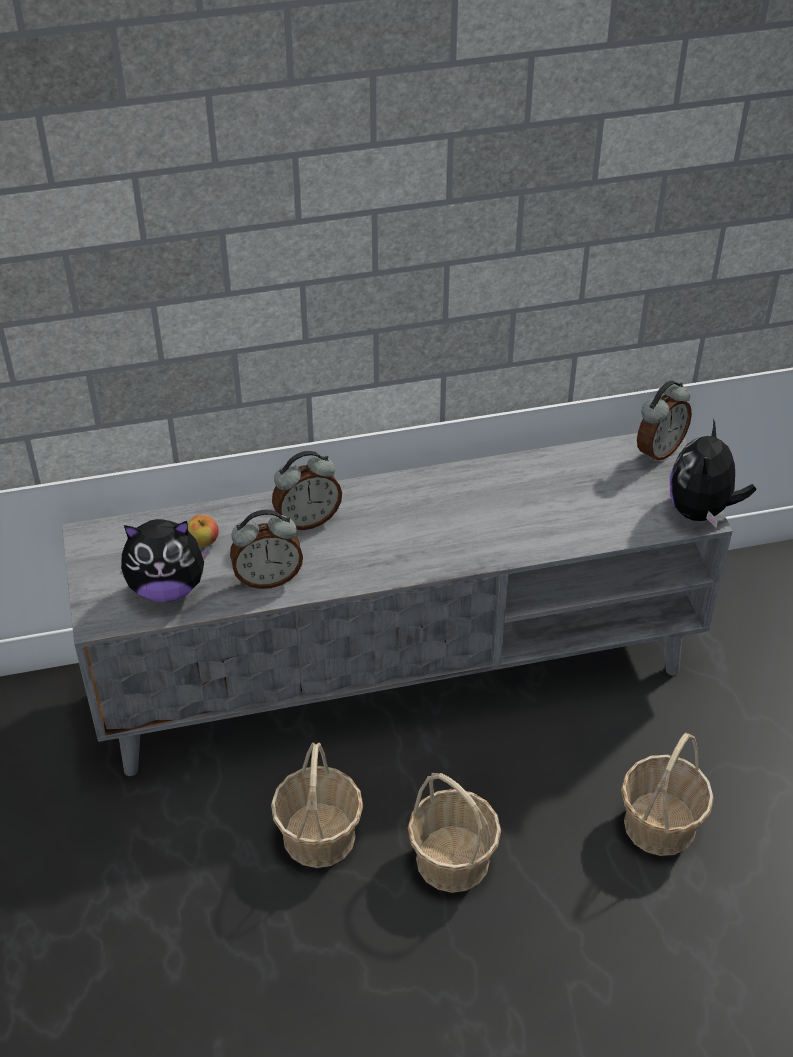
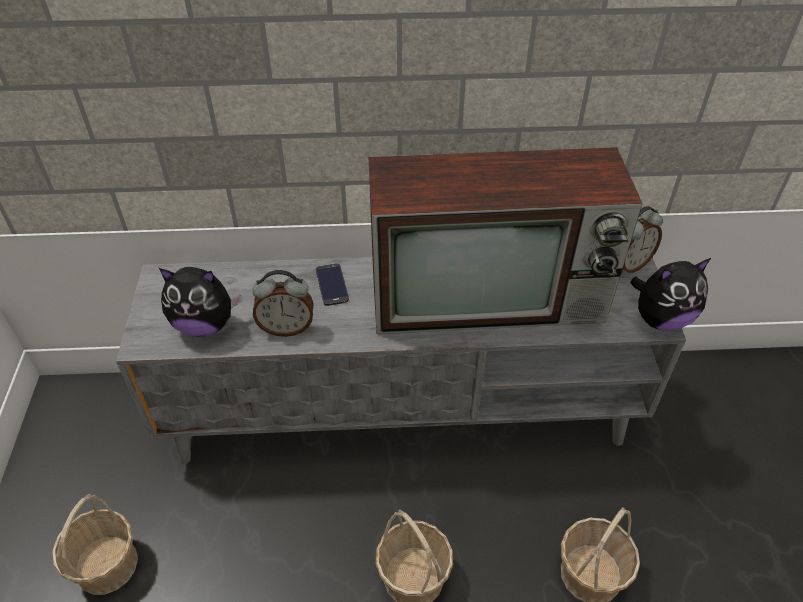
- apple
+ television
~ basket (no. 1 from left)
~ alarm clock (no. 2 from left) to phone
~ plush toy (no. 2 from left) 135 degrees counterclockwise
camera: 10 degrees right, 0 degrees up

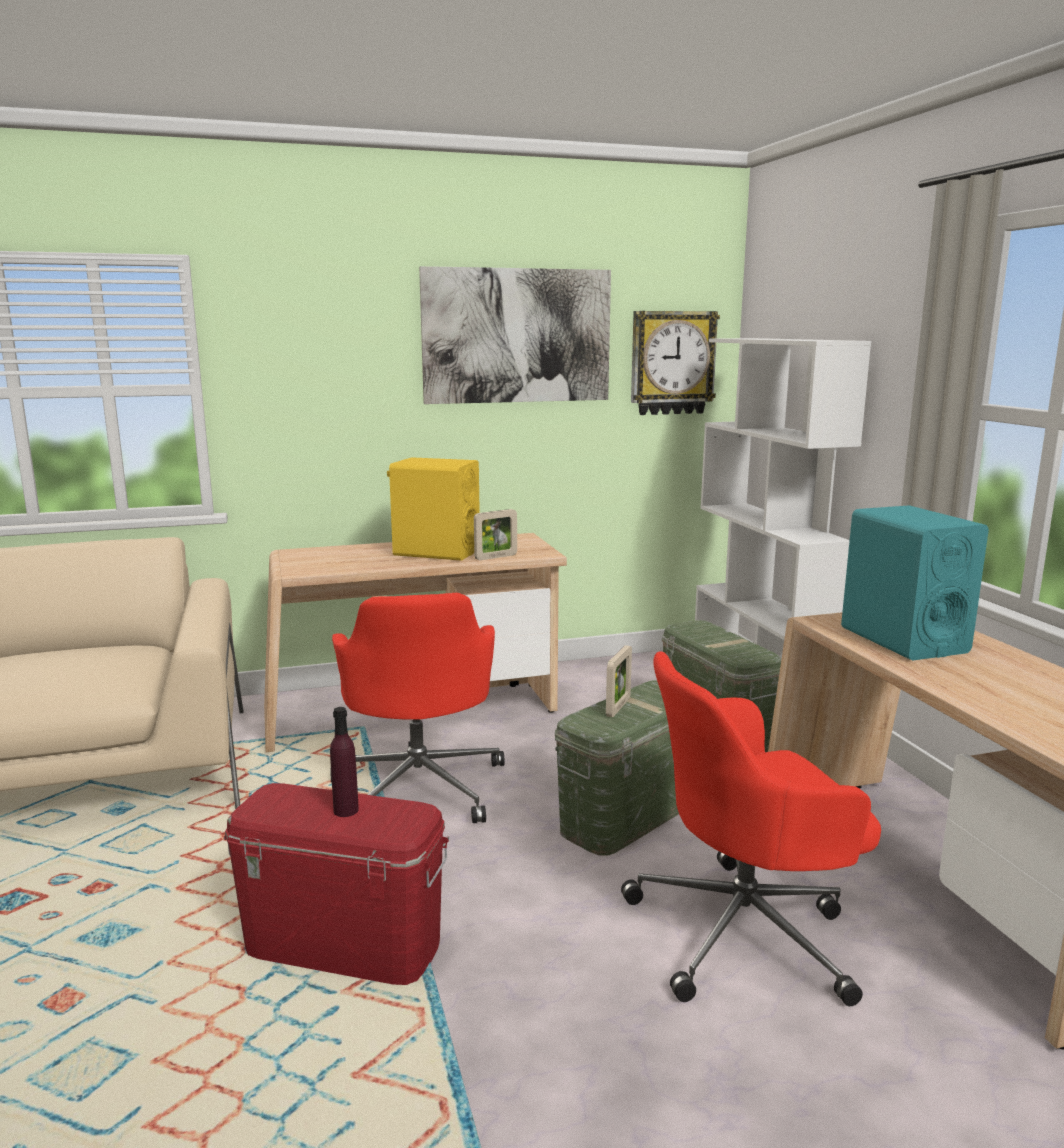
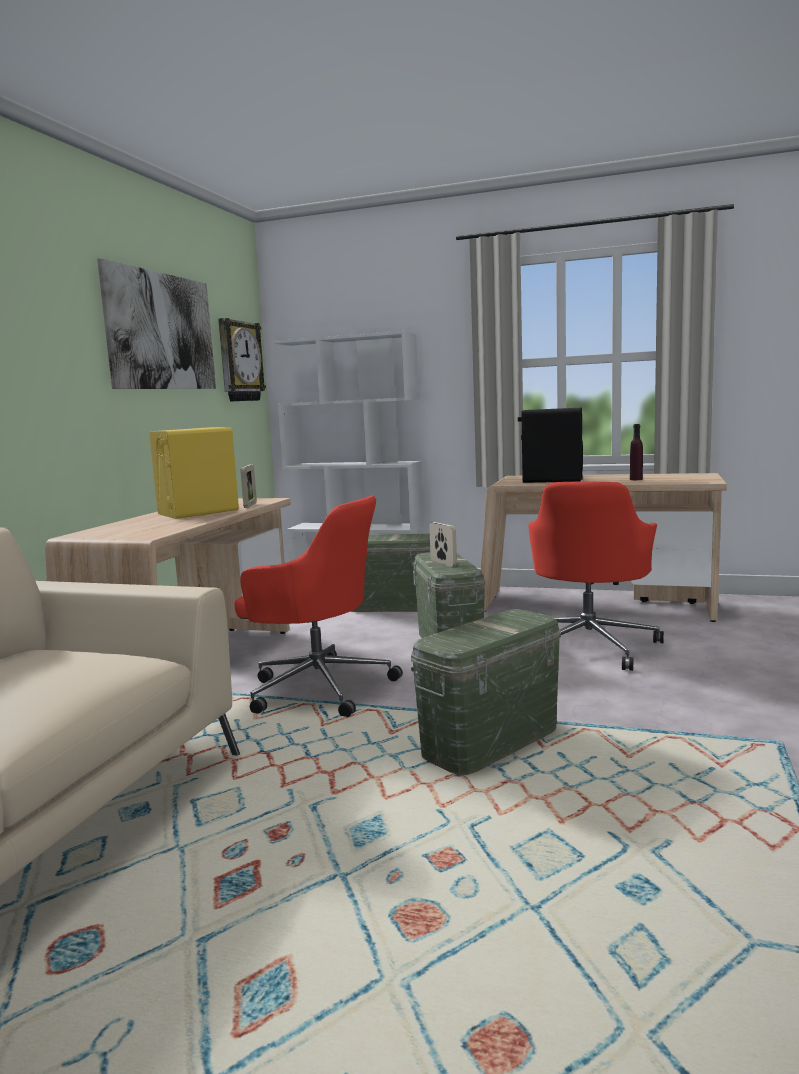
~ purple bottle
~ red storage box to green storage box (no. 3 from left)
~ turquoise speaker to black speaker
camera: 55 degrees left, 5 degrees down

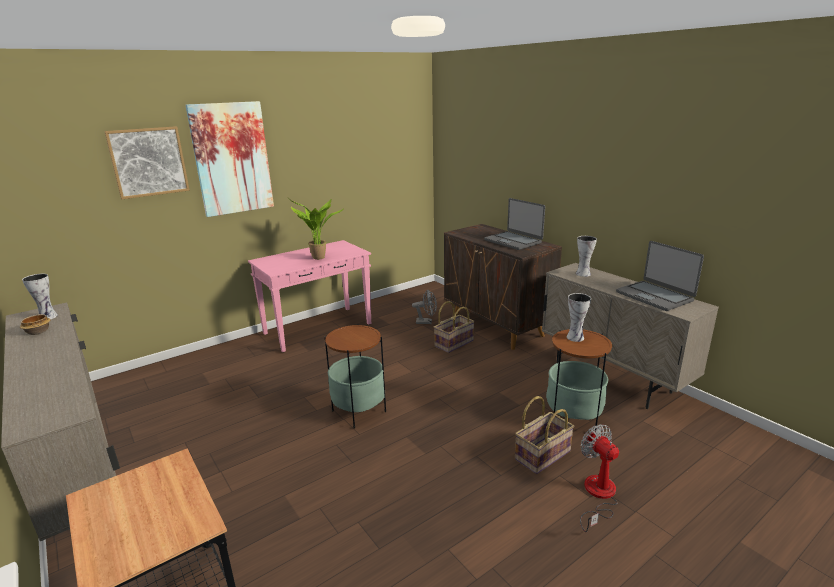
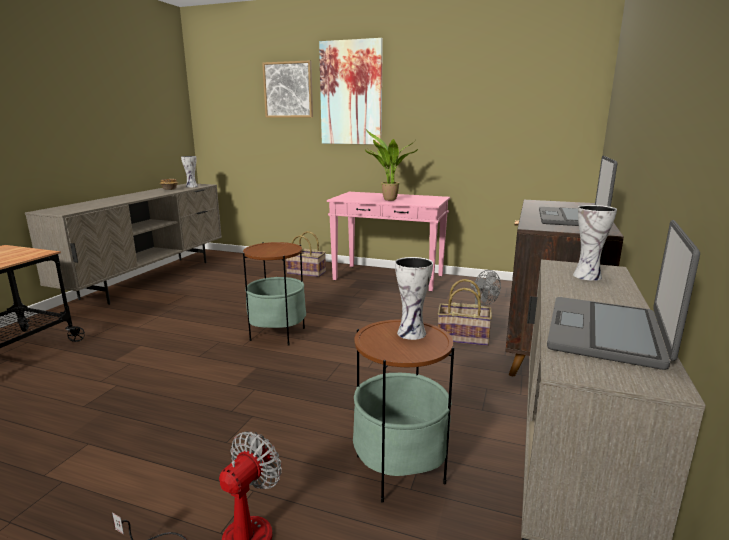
~ basket (no. 2 from left in the first image) to basket (no. 1 from left)
camera: 55 degrees right, 5 degrees down

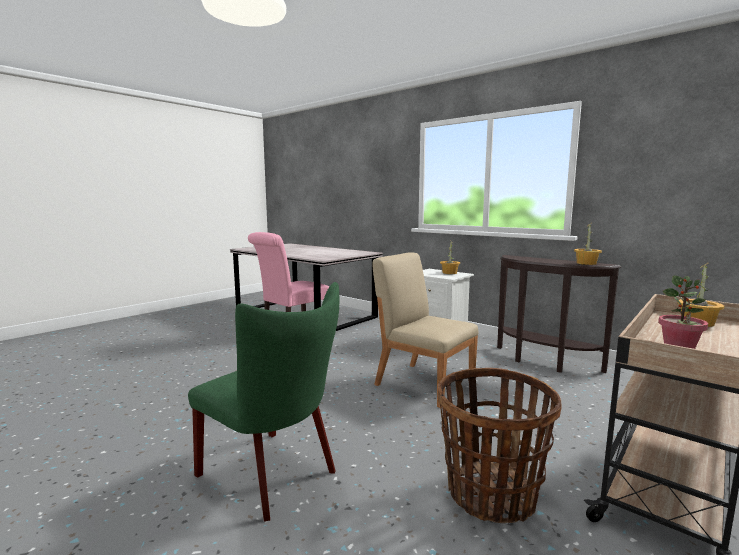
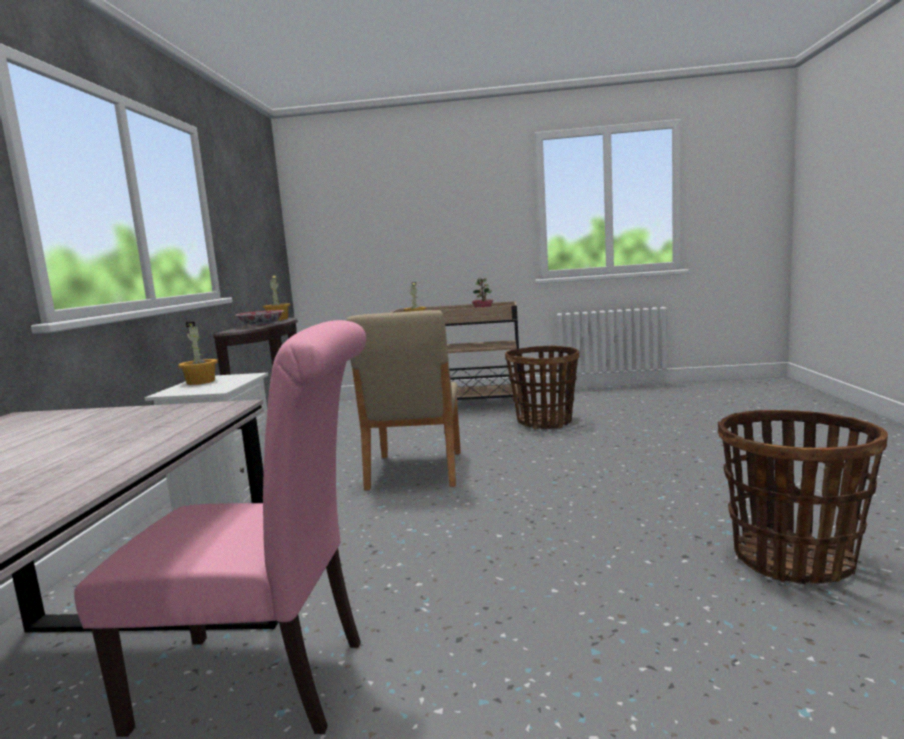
- green chair
+ bowl
+ basket (no. 2 from left)
camera: 125 degrees left, 0 degrees up

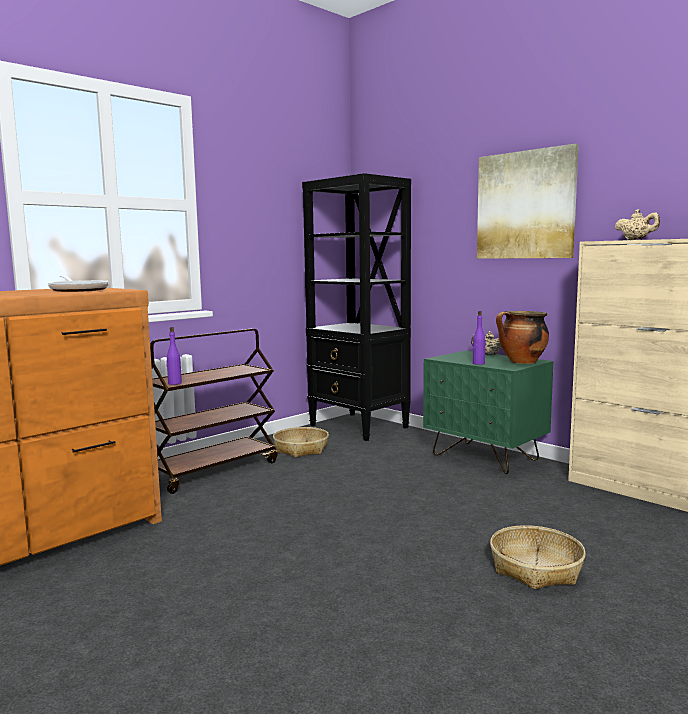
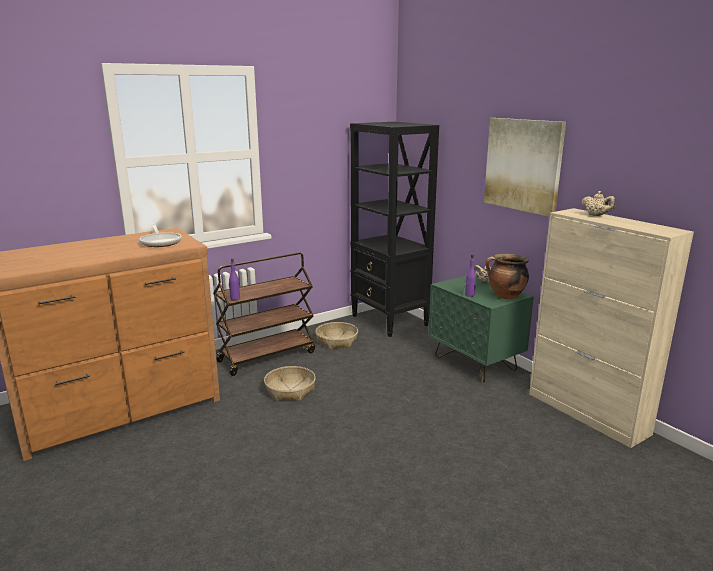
~ basket (no. 2 from left in the first image) to basket (no. 1 from left)
camera: 10 degrees right, 10 degrees up

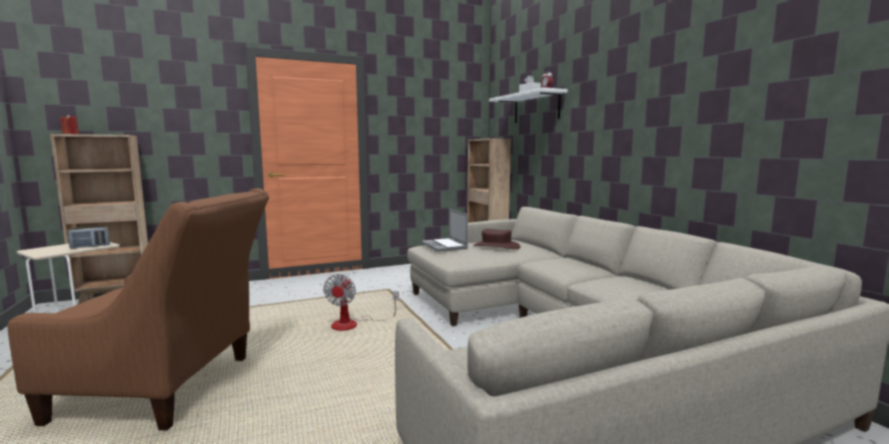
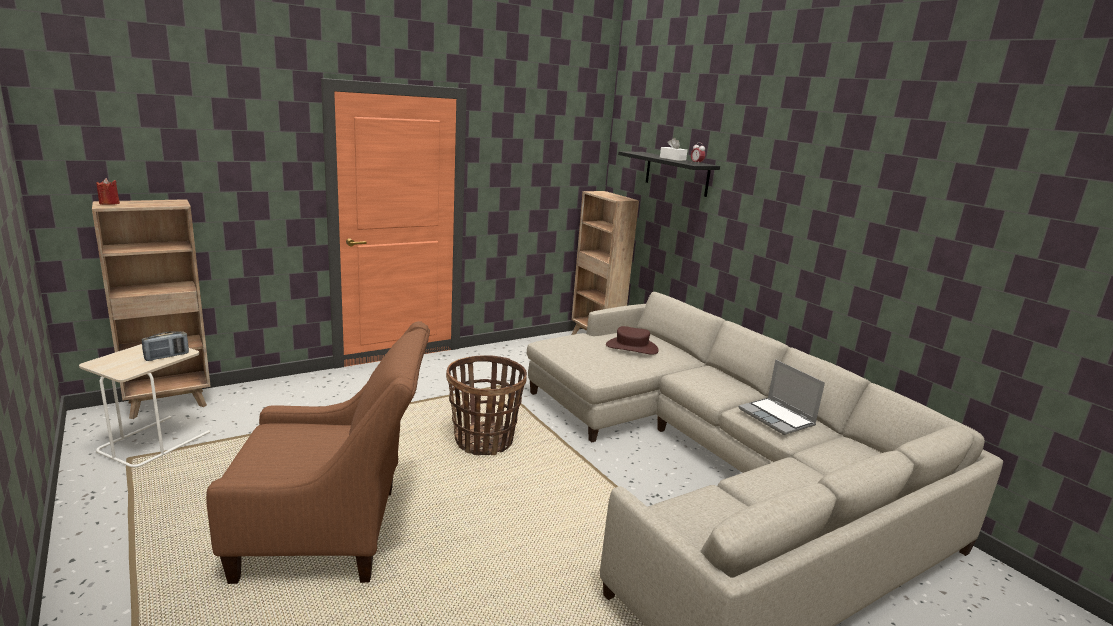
~ laptop
~ fan to basket
~ white shelf to black shelf
camera: 10 degrees left, 10 degrees up

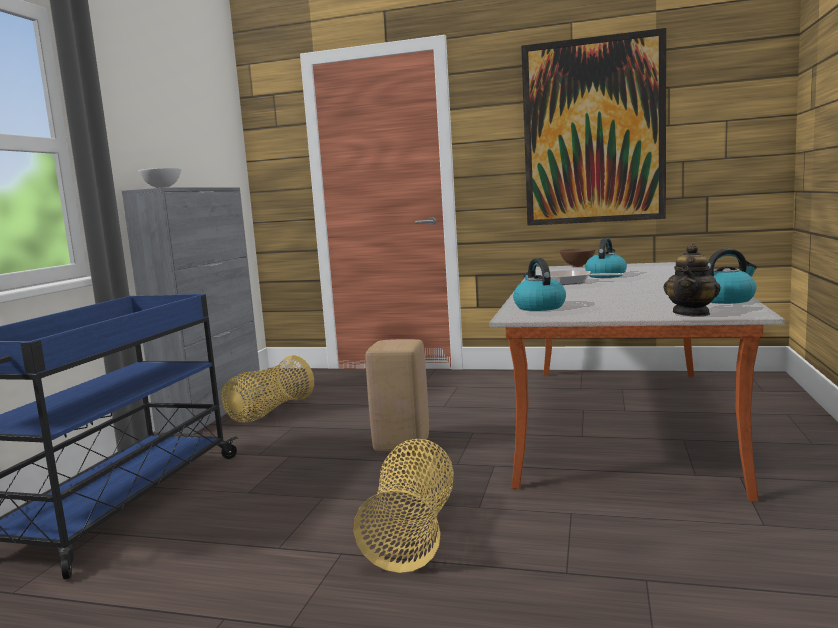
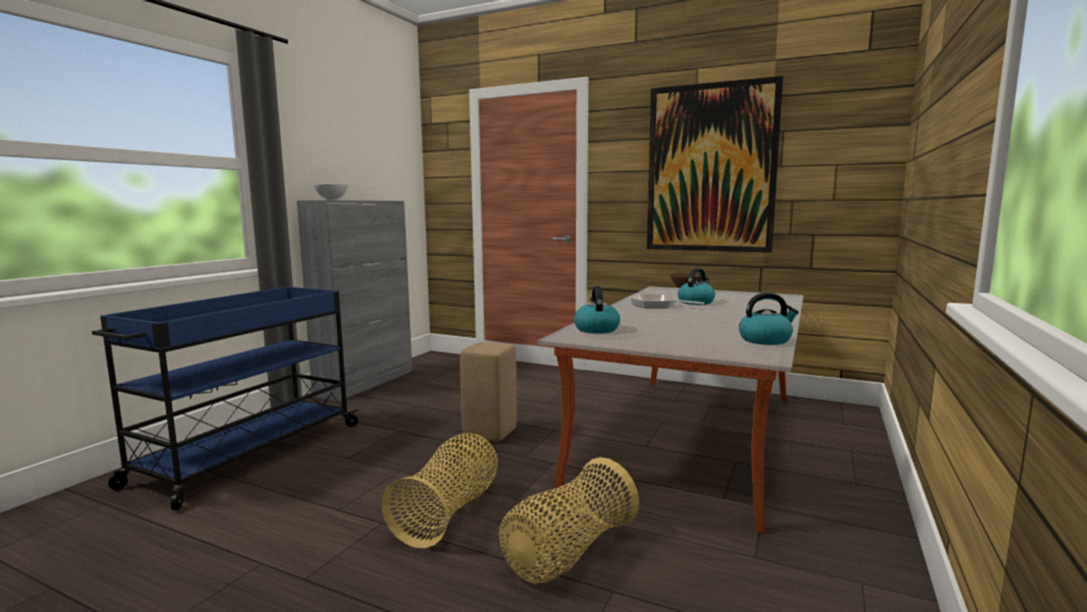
- teapot
~ basket (no. 1 from left in the first image) to basket (no. 2 from left)
camera: 10 degrees right, 0 degrees up

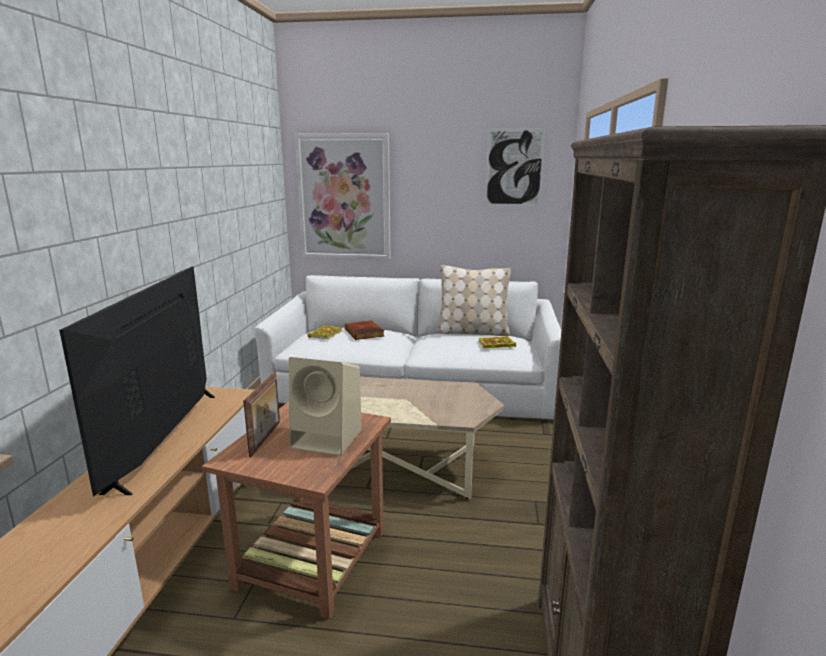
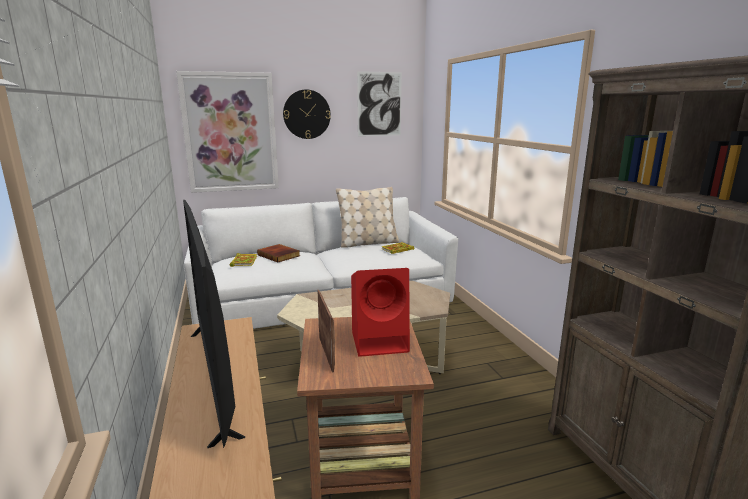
+ wall clock
~ beige speaker to red speaker
camera: 25 degrees left, 0 degrees up

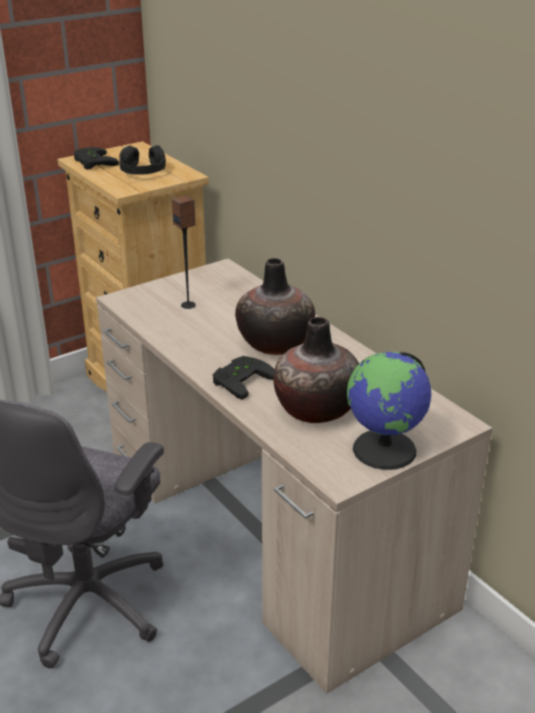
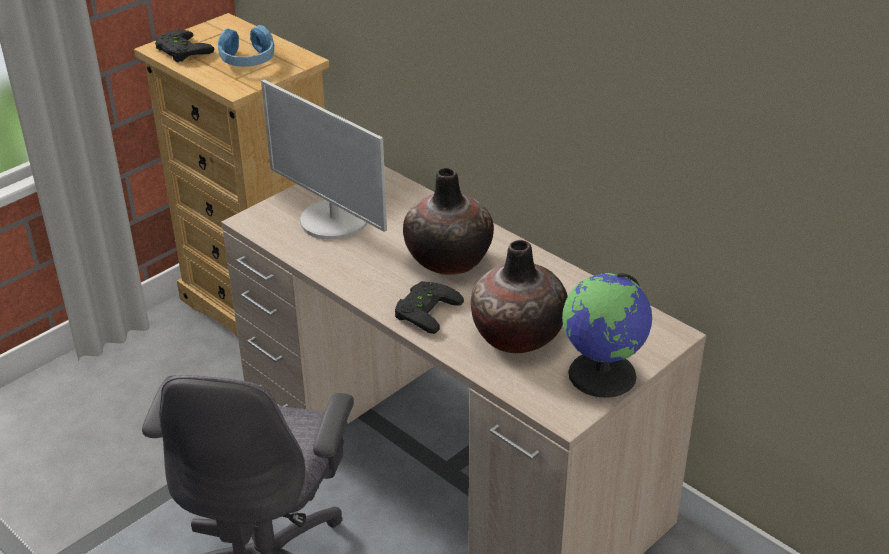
~ speaker to monitor
~ black headphones to blue headphones
camera: 10 degrees left, 5 degrees up

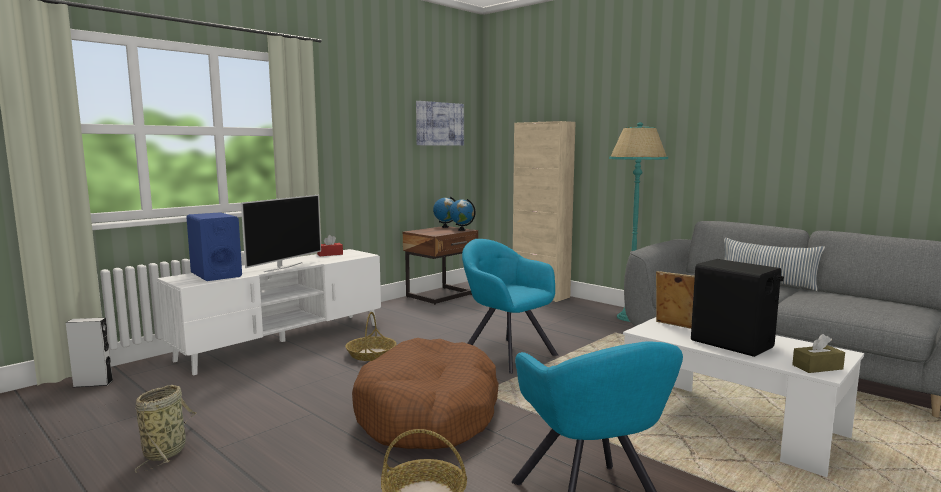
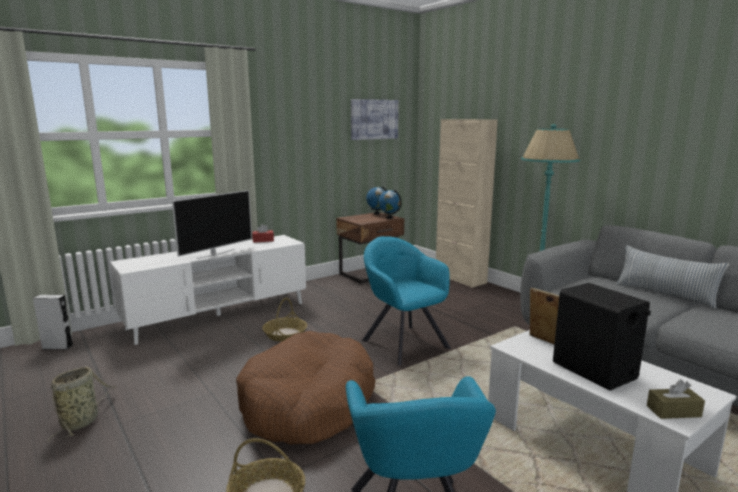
- blue speaker
camera: 10 degrees right, 5 degrees up

